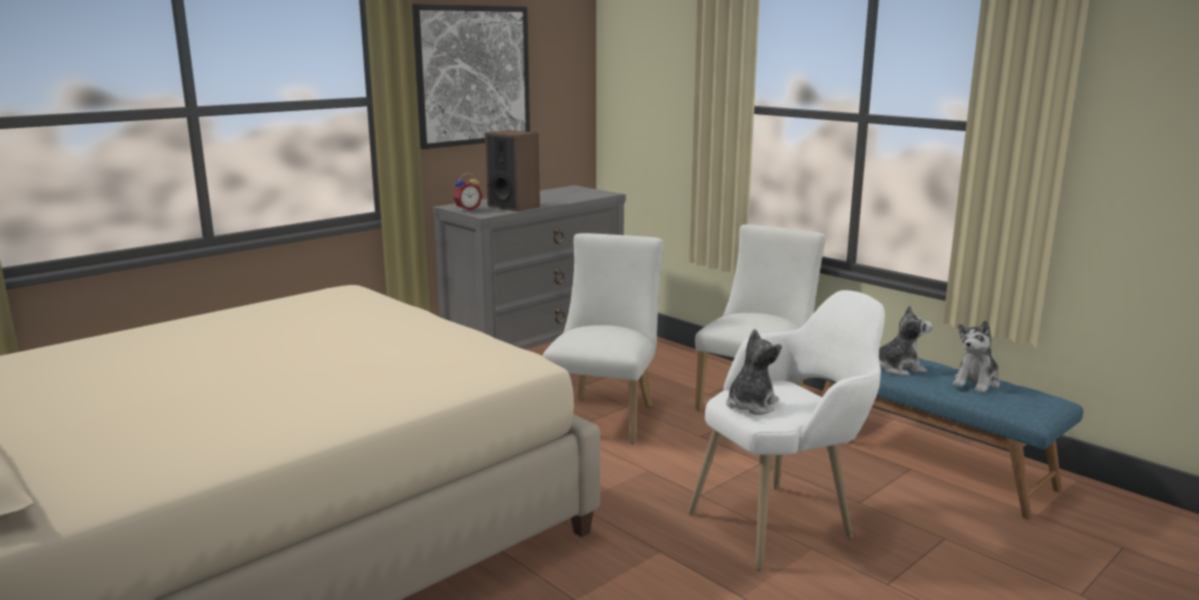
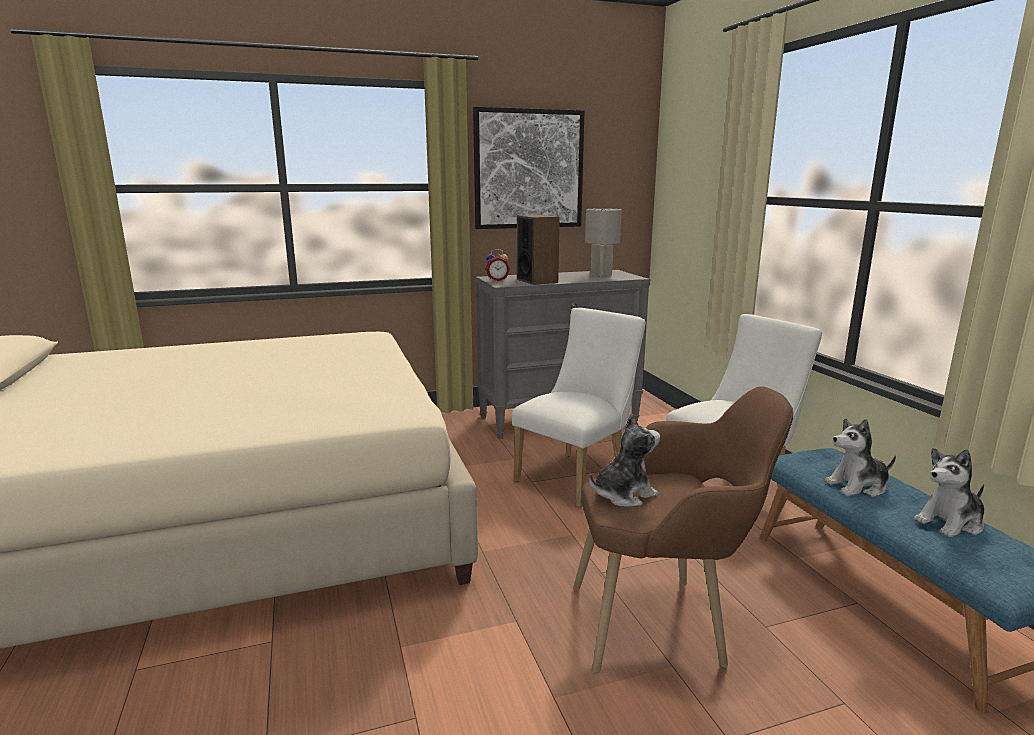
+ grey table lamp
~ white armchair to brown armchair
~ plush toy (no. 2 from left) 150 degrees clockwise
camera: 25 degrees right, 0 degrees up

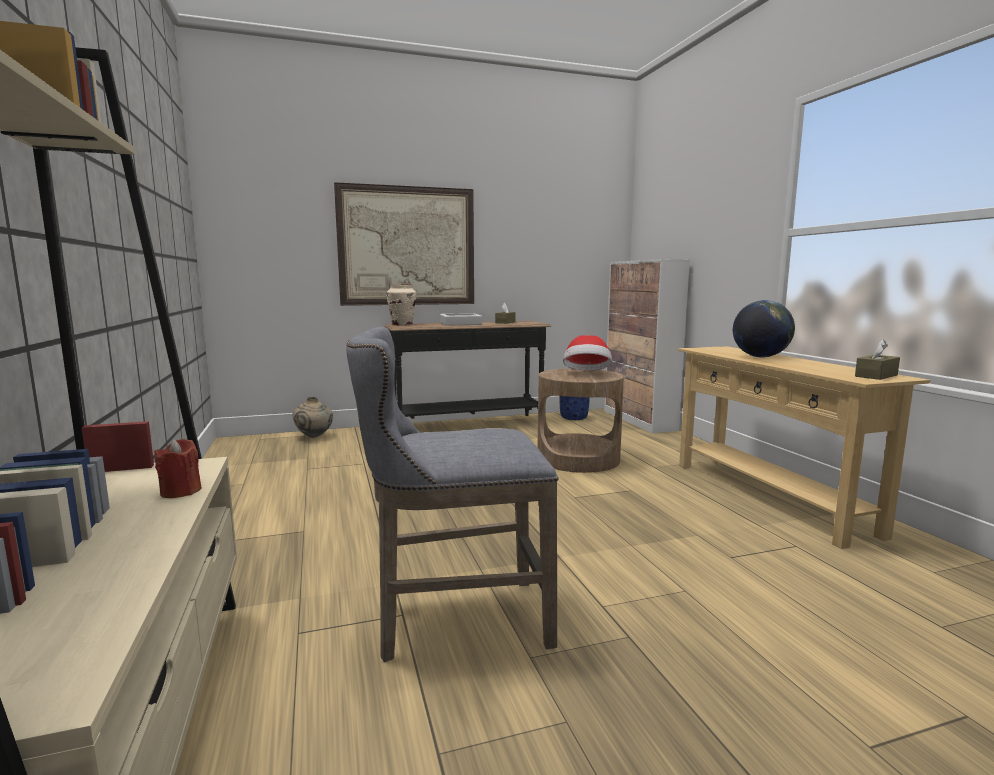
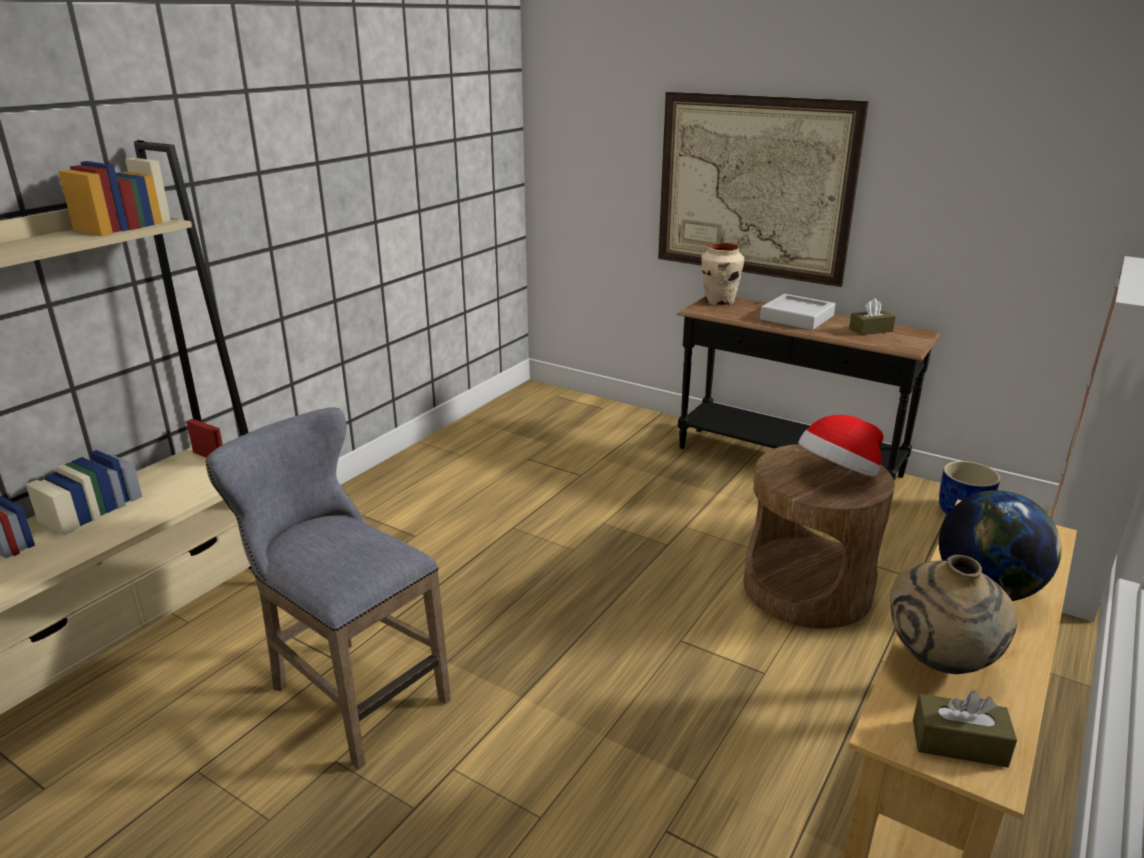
- red candle
~ beige vase (no. 1 from left in the first image) to beige vase (no. 2 from left)
camera: 50 degrees right, 15 degrees up

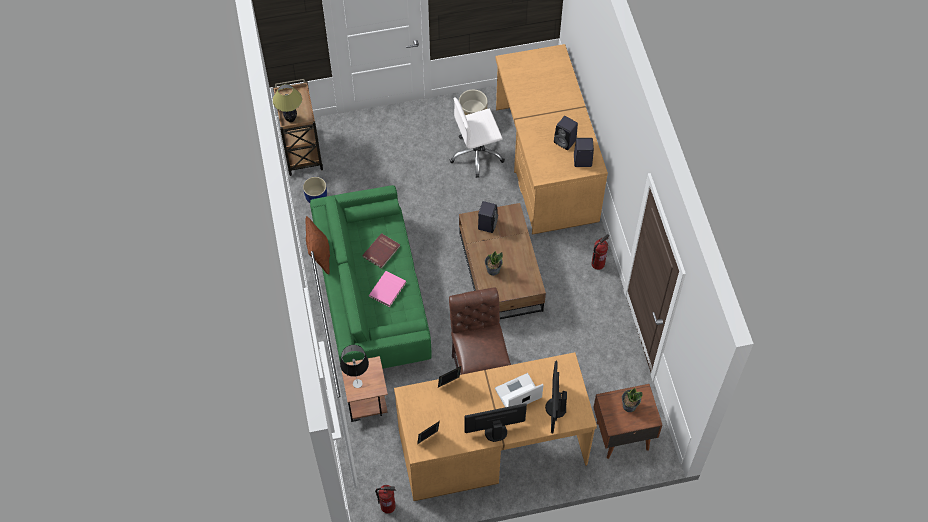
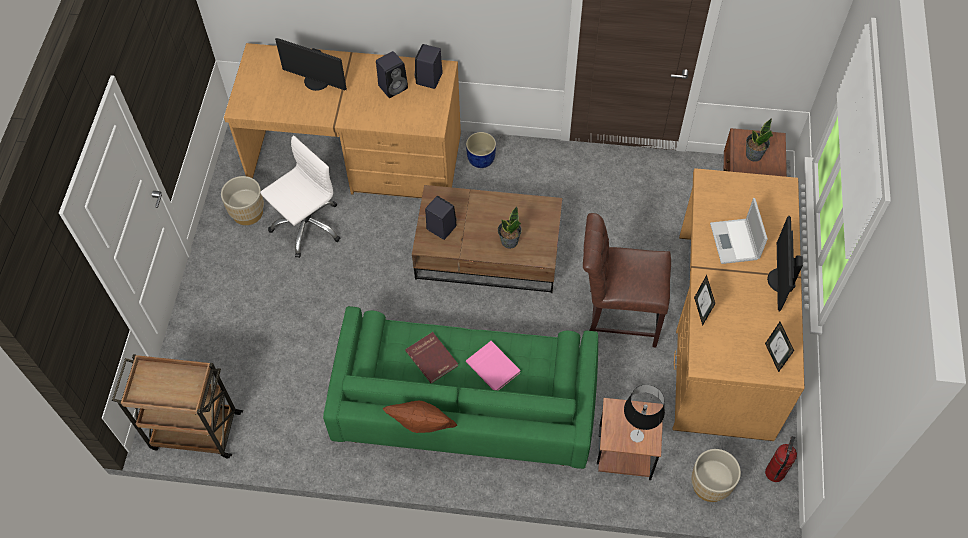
- table lamp (no. 1 from left)
- fire extinguisher (no. 2 from left)
+ beige planter (no. 2 from left)
~ blue planter
~ monitor (no. 2 from left in the first image) to monitor (no. 1 from left)
~ white office chair 135 degrees counterclockwise
camera: 70 degrees left, 0 degrees up

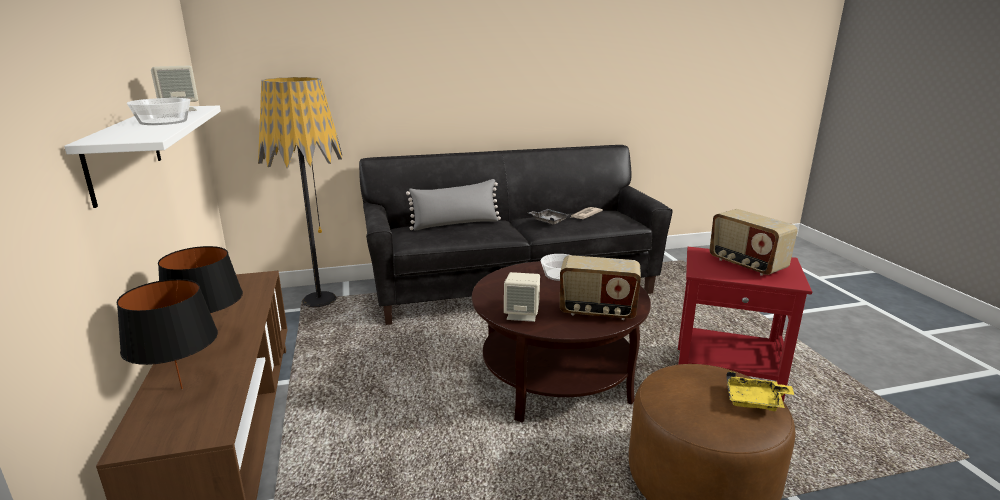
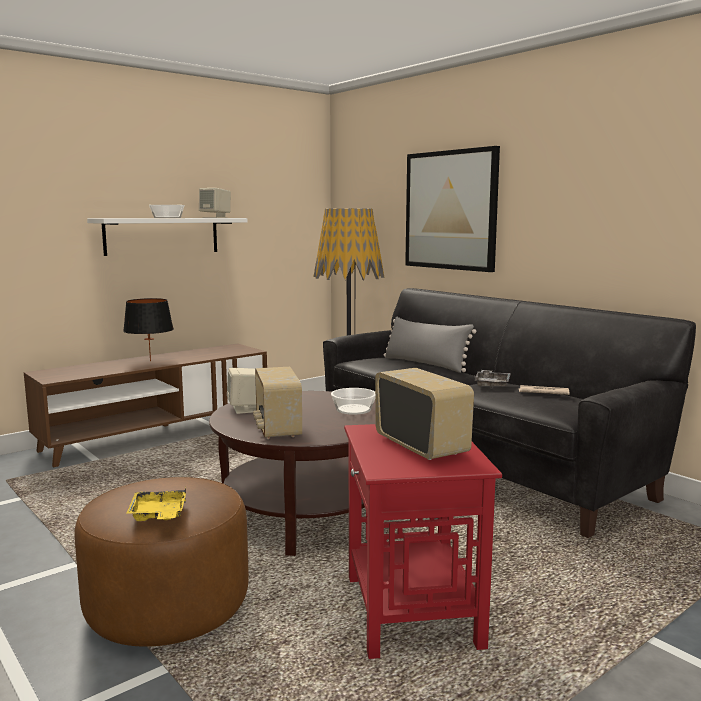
- black table lamp (no. 1 from left)
+ picture
~ radio (no. 2 from left) 120 degrees clockwise
camera: 65 degrees right, 10 degrees down

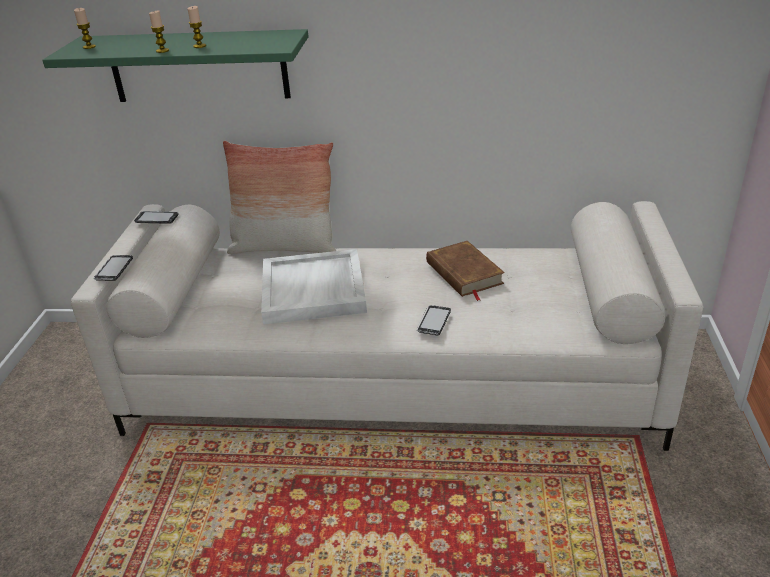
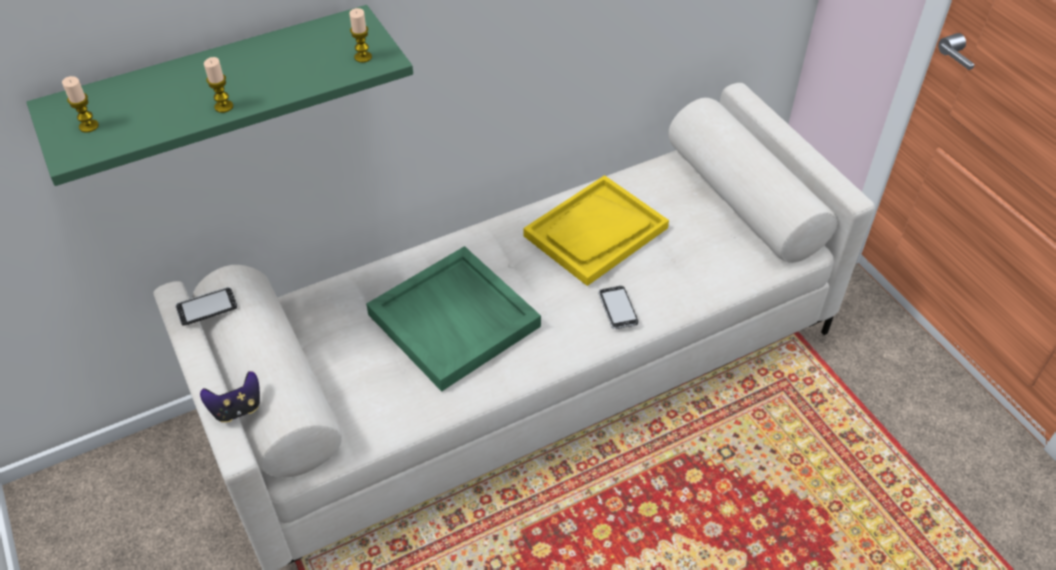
- pillow
~ candle (no. 3 from left)
~ phone (no. 1 from left) to game controller
~ brown book to yellow tray
~ white tray to green tray
camera: 35 degrees left, 15 degrees up

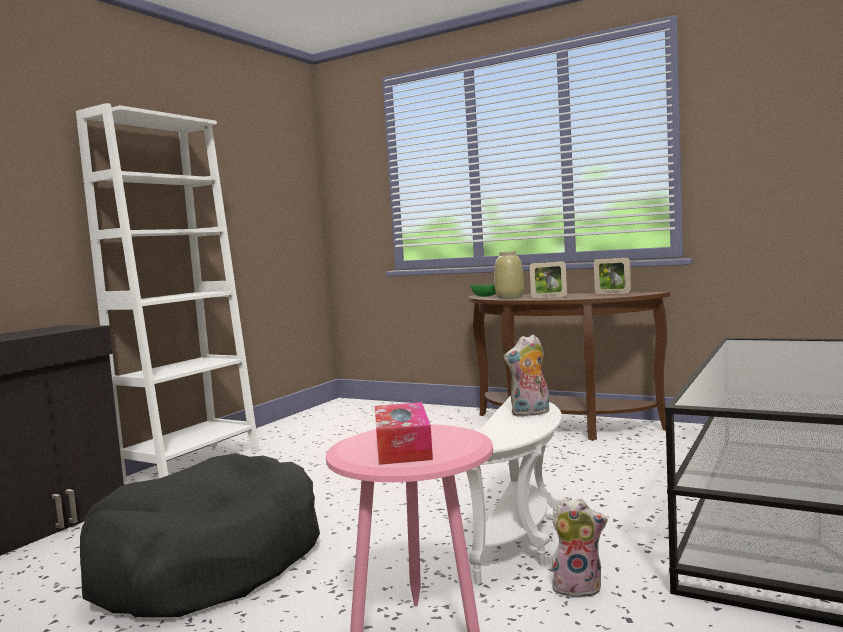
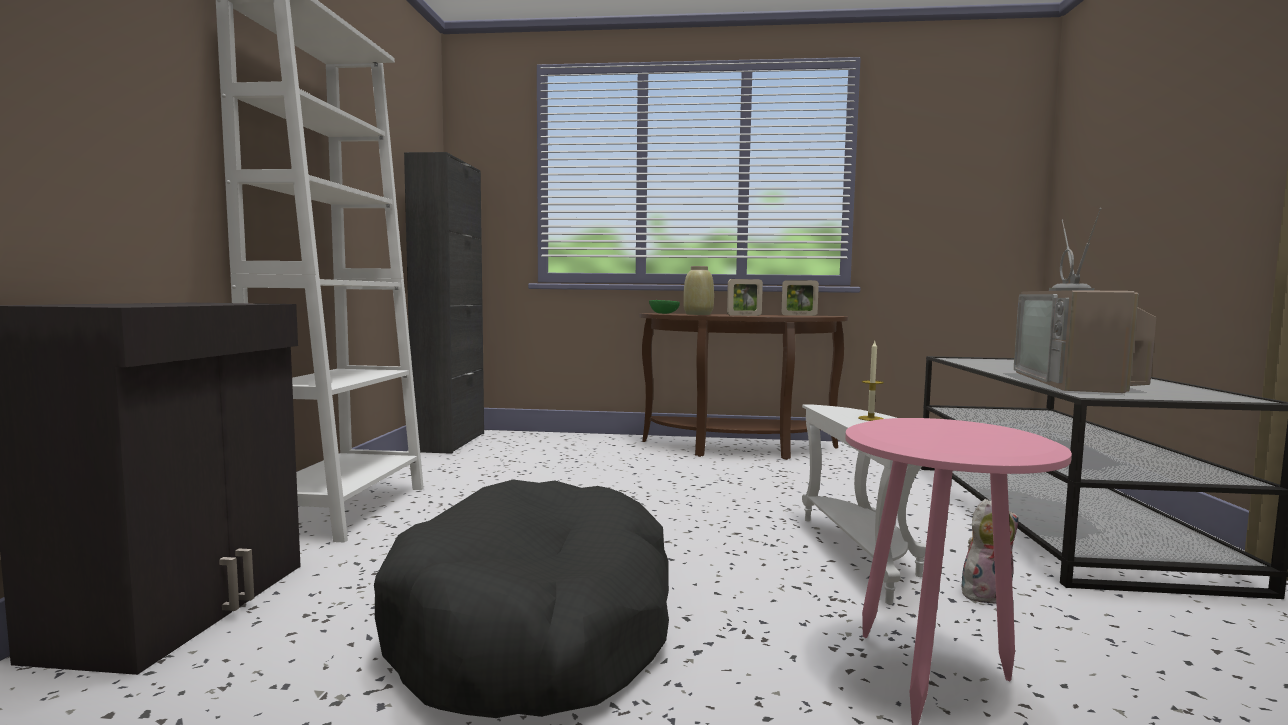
- tissue box
+ black cabinet (no. 2 from left)
+ television
~ plush toy (no. 1 from left) to candle
camera: 25 degrees left, 0 degrees up

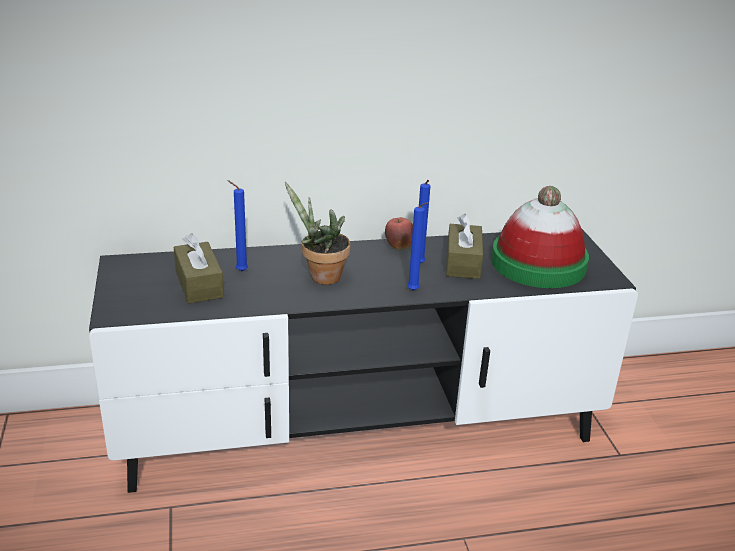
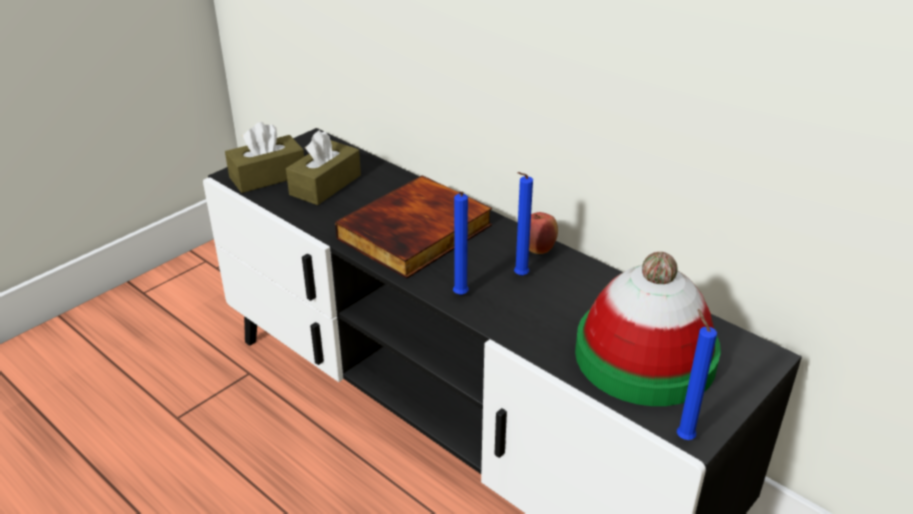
~ blue candle (no. 1 from left in the first image) to blue candle (no. 3 from left)
~ brown tissue box (no. 2 from left in the first image) to brown tissue box (no. 1 from left)
~ potted plant to book
camera: 55 degrees right, 5 degrees up

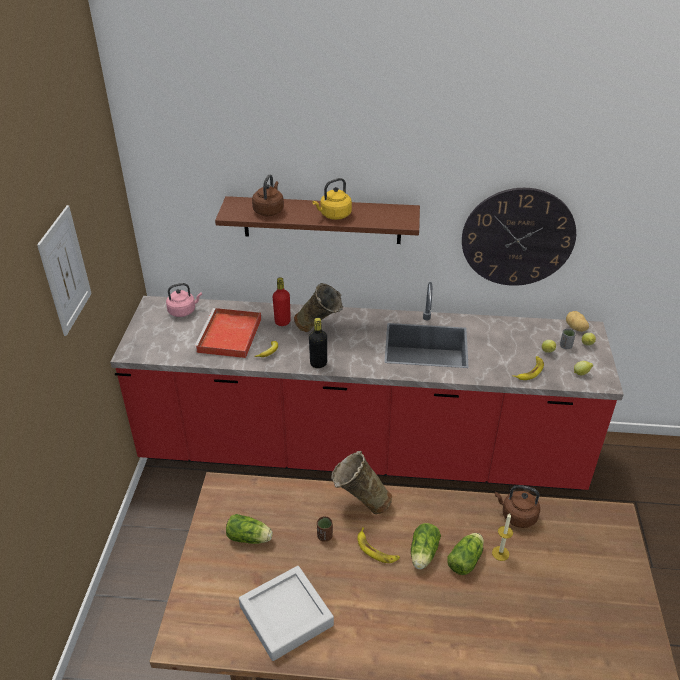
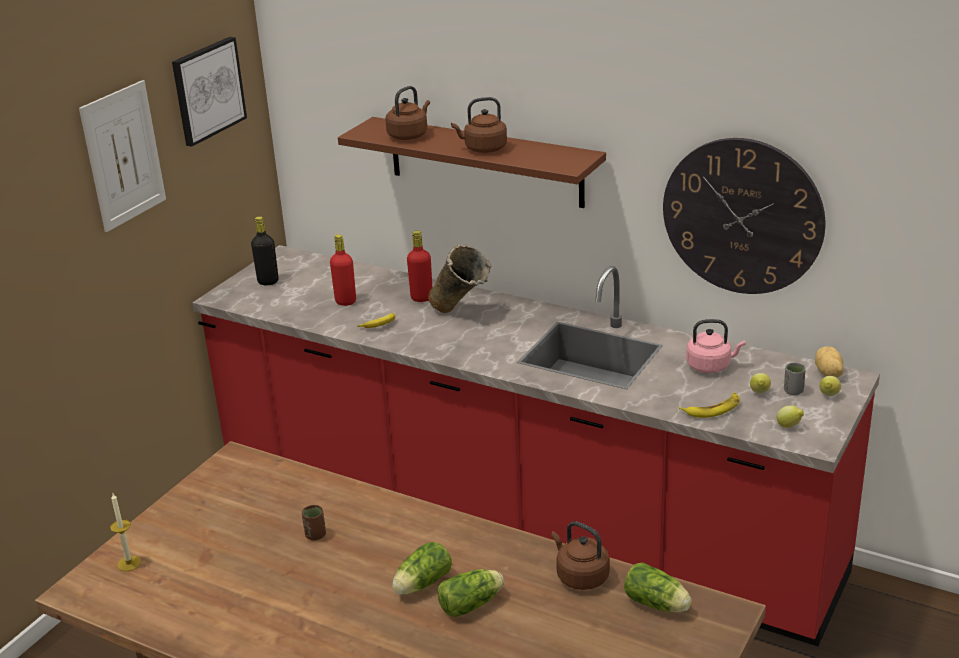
- grey tray
- beige vase (no. 2 from left)
- banana (no. 2 from left)
+ picture (no. 2 from left)
~ pink kettle
~ lettuce (no. 1 from left in the first image) to lettuce (no. 3 from left)
~ black bottle
~ candle
~ red tray to red bottle (no. 1 from left)
~ yellow kettle to brown kettle (no. 2 from left)
camera: 25 degrees right, 10 degrees down

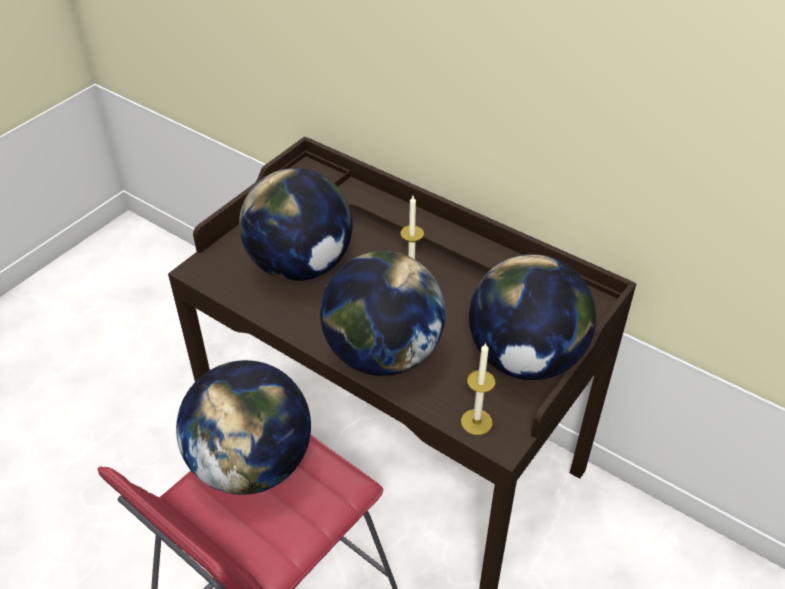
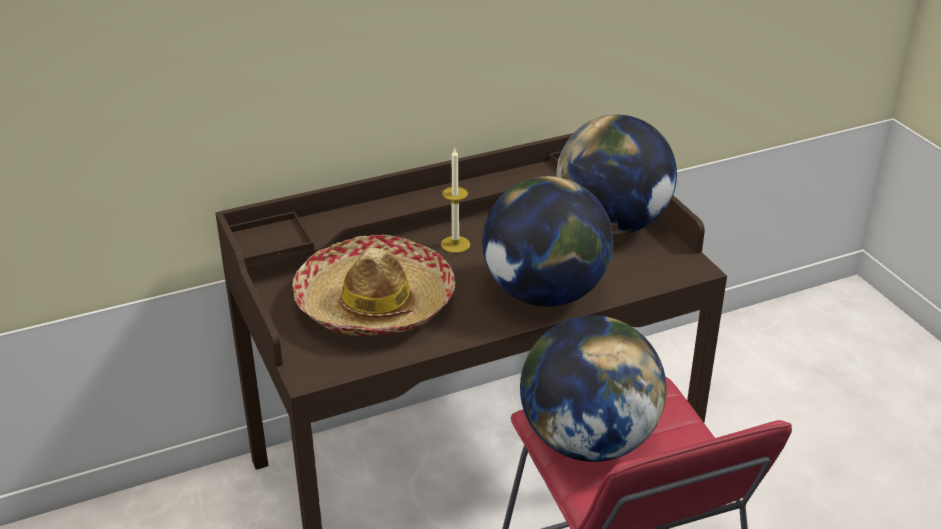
- candle (no. 2 from left)
~ globe (no. 2 from left) to hat
camera: 60 degrees left, 10 degrees down

